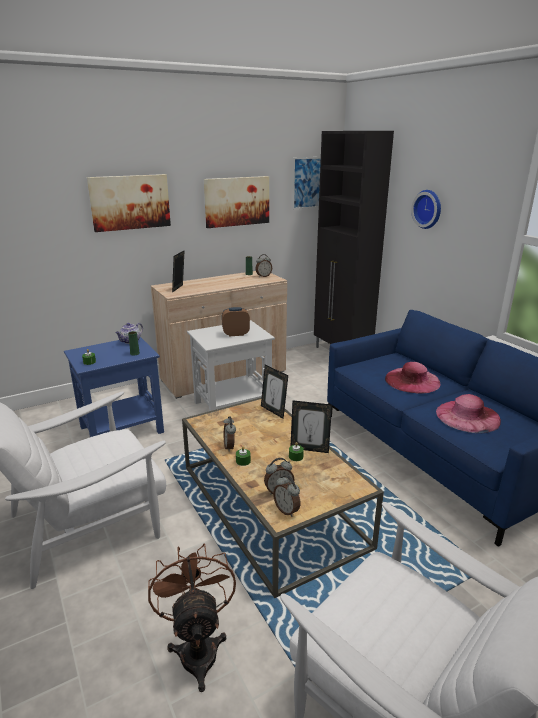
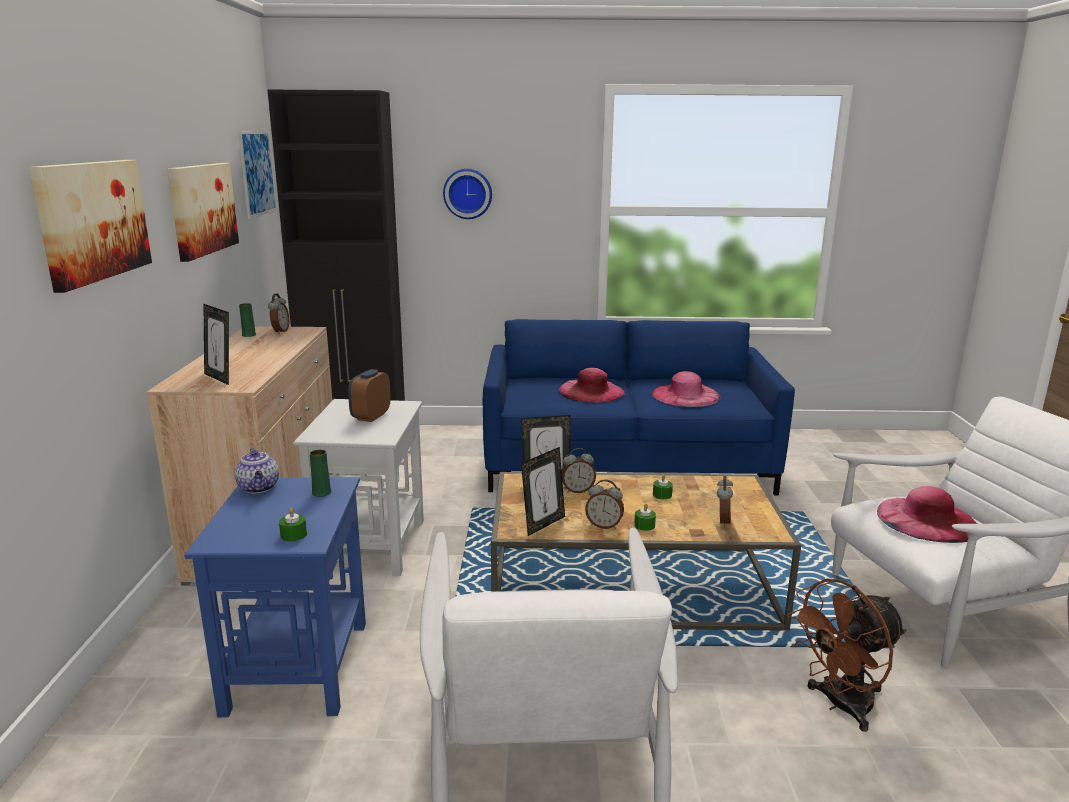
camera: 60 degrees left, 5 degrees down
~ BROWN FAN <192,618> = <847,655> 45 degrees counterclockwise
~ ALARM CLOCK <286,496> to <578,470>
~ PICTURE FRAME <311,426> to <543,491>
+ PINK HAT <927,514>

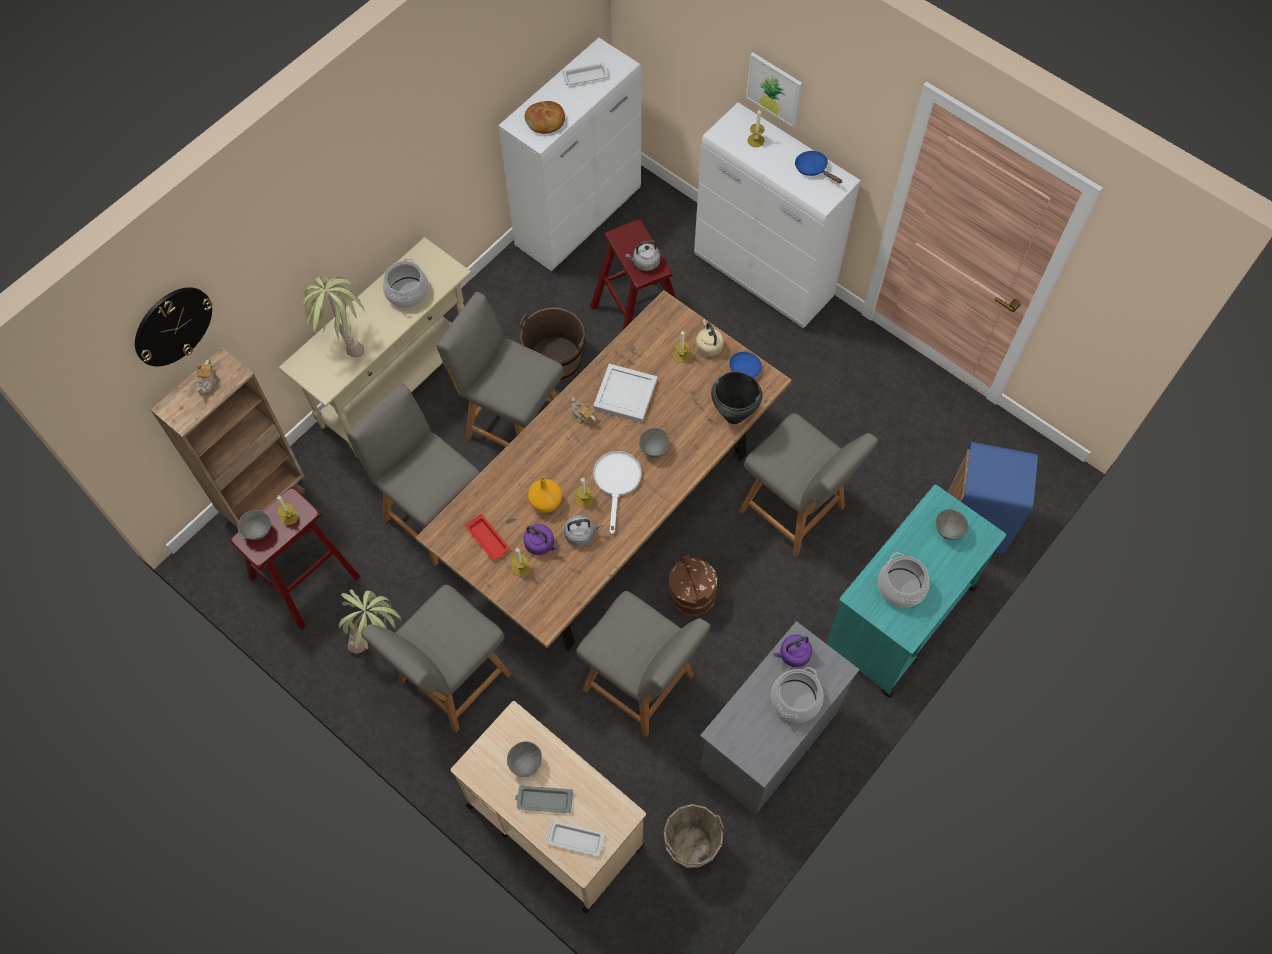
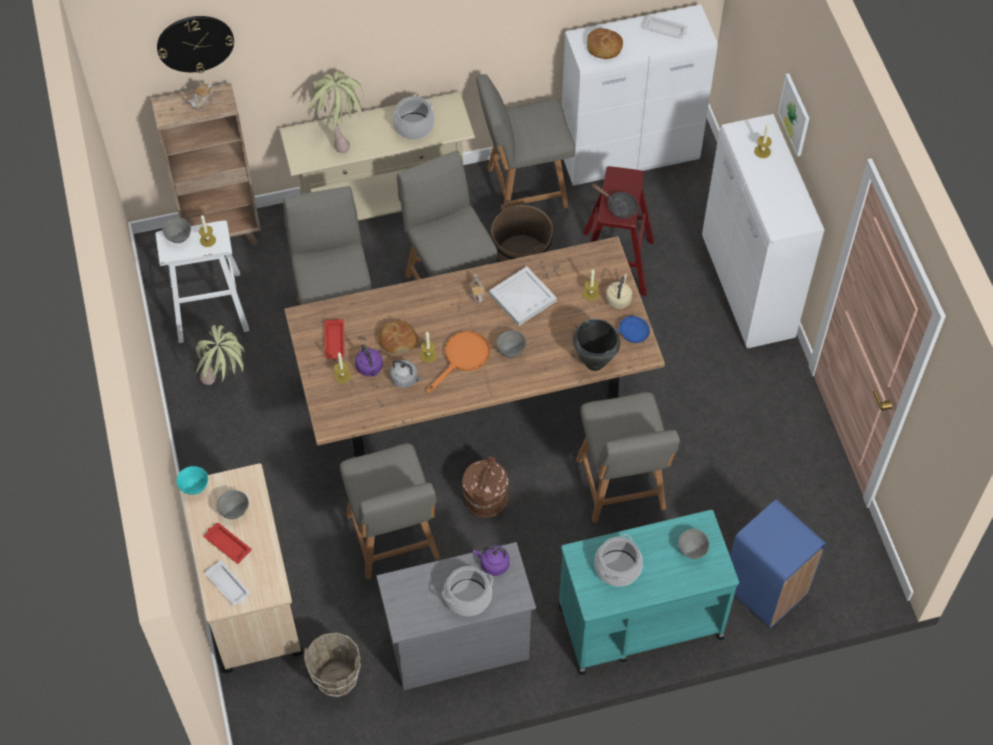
camera: 35 degrees right, 5 degrees down
~ RED STOOL <295,558> to WHITE STOOL <202,281>
~ GREY CHAIR <436,658> to <525,142>
~ GREY TRAY <544,799> to RED TRAY <227,543>
~ ORANGE VASE <545,495> to BREAD <398,337>
~ WHITE FRYING PAN <617,492> to ORANGE FRYING PAN <458,362>
~ GREY KETTLE <642,255> to BLACK FRYING PAN <614,201>
- BLUE FRYING PAN <818,167>
+ TURQUOISE BOWL <192,480>

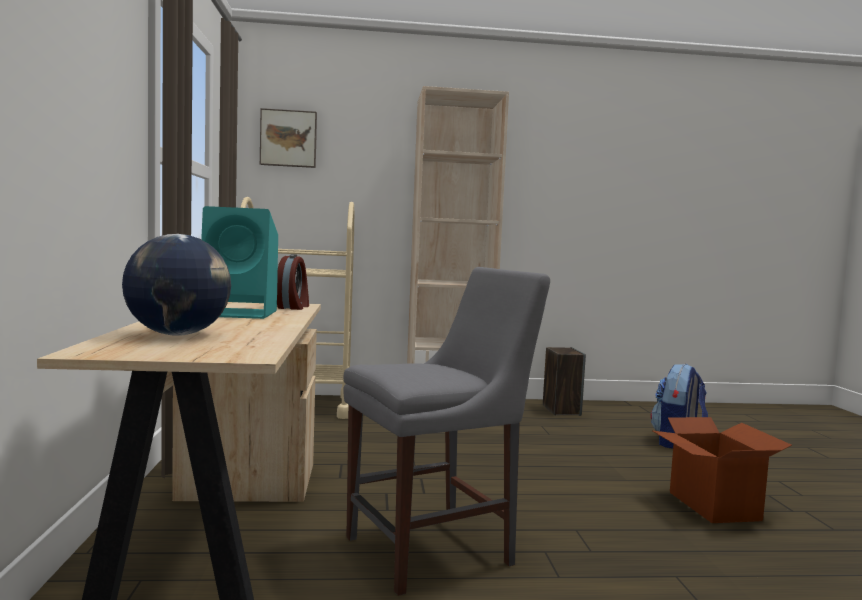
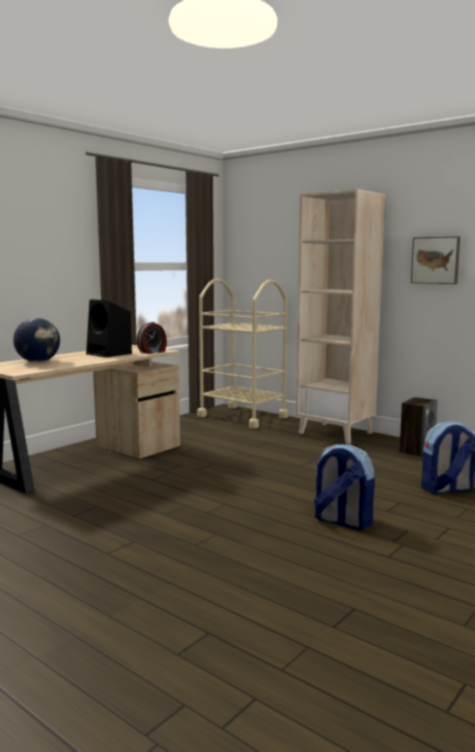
camera: 45 degrees right, 5 degrees up
~ TURQUOISE SPEAKER <239,262> to BLACK SPEAKER <109,328>
~ PICTURE <288,138> to <435,260>
- GREY CHAIR <446,431>
~ CARDBOARD BOX <722,470> to BACKPACK <344,487>

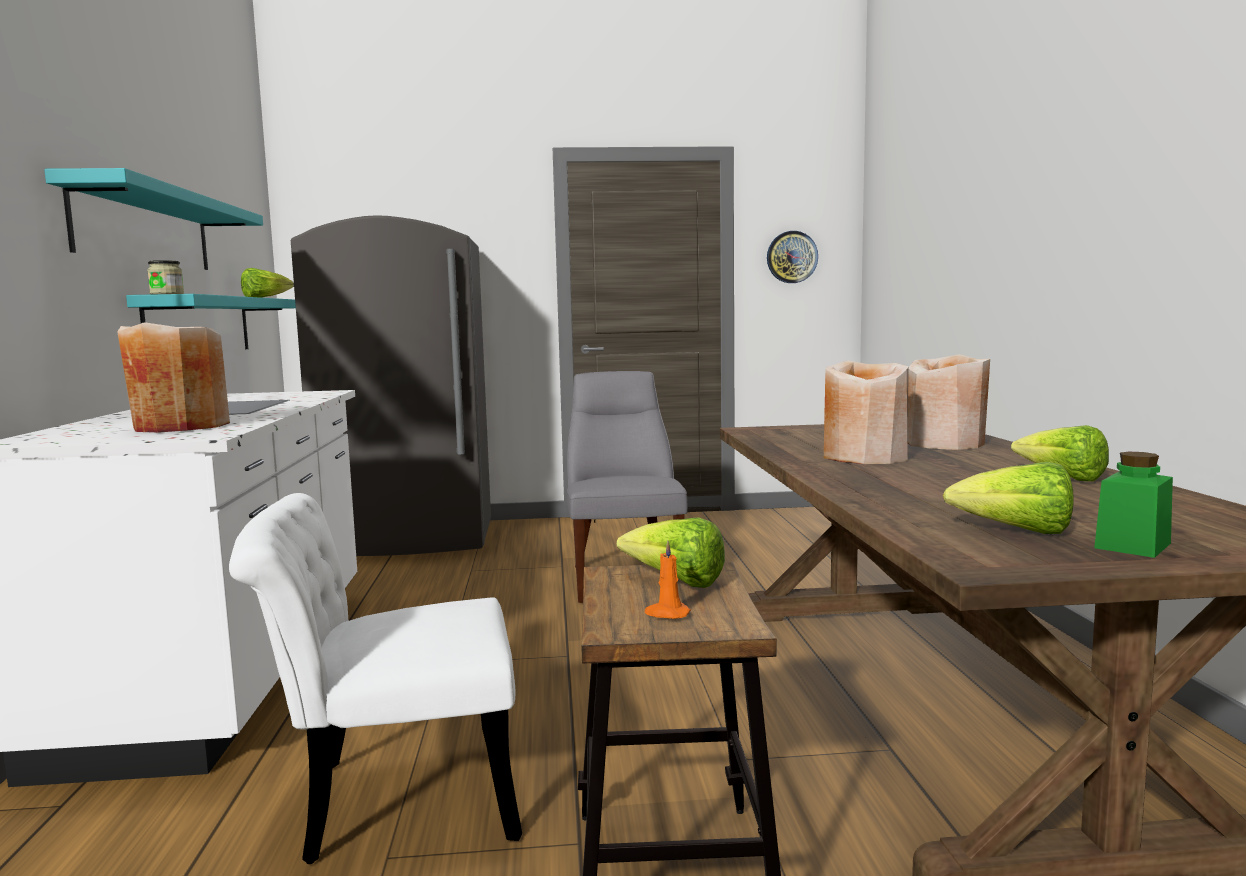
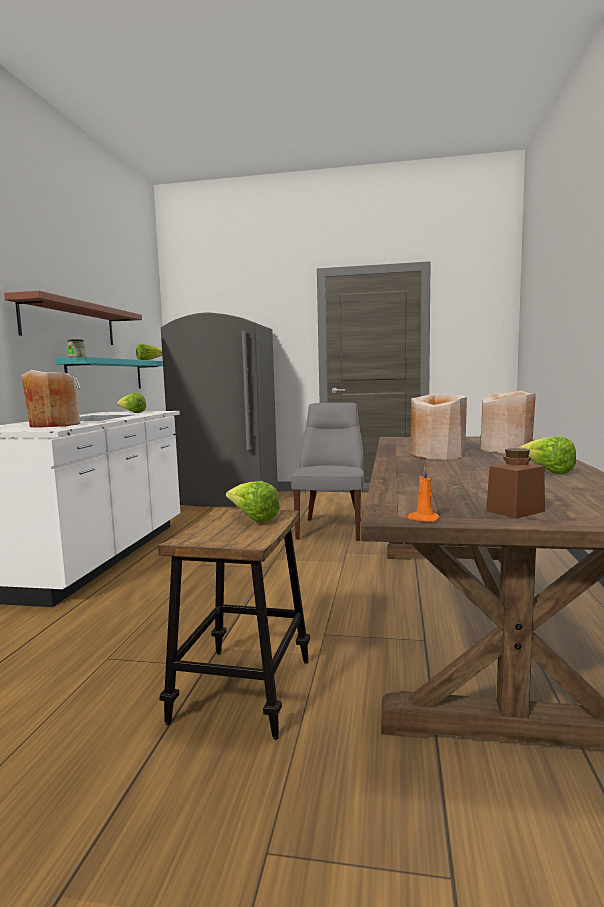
camera: 15 degrees right, 0 degrees up
~ TURQUOISE SHELF <153,219> to BROWN SHELF <73,318>
- WHITE CHAIR <375,678>
~ ORANGE CANDLE <668,579> to <423,494>
- WALL CLOCK <792,257>
~ LETTUCE <1008,498> to <131,402>
~ GREEN JAR <1133,505> to BROWN JAR <515,483>

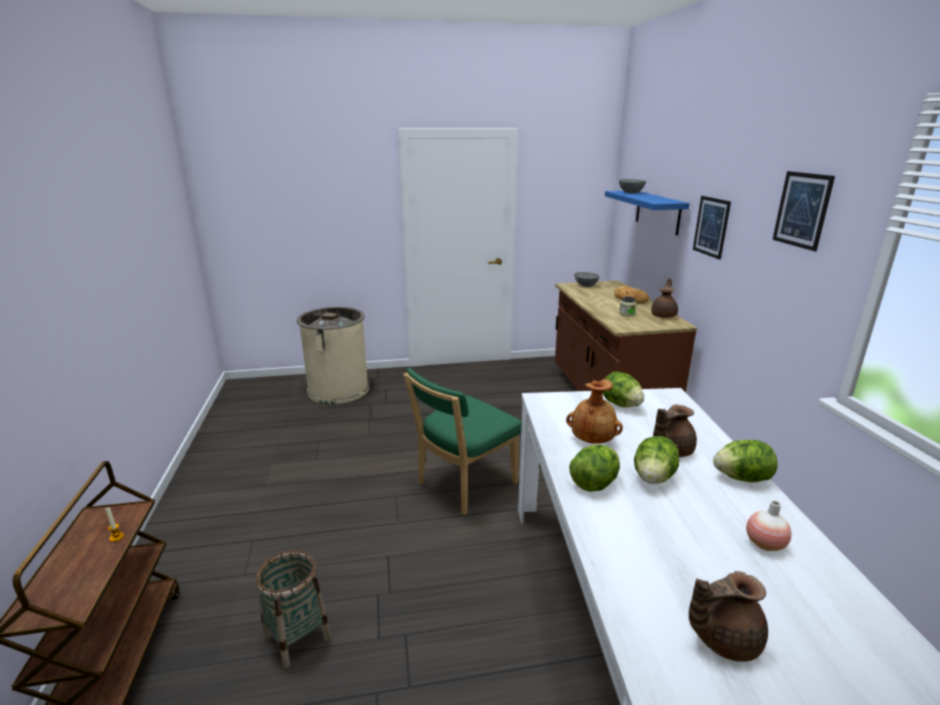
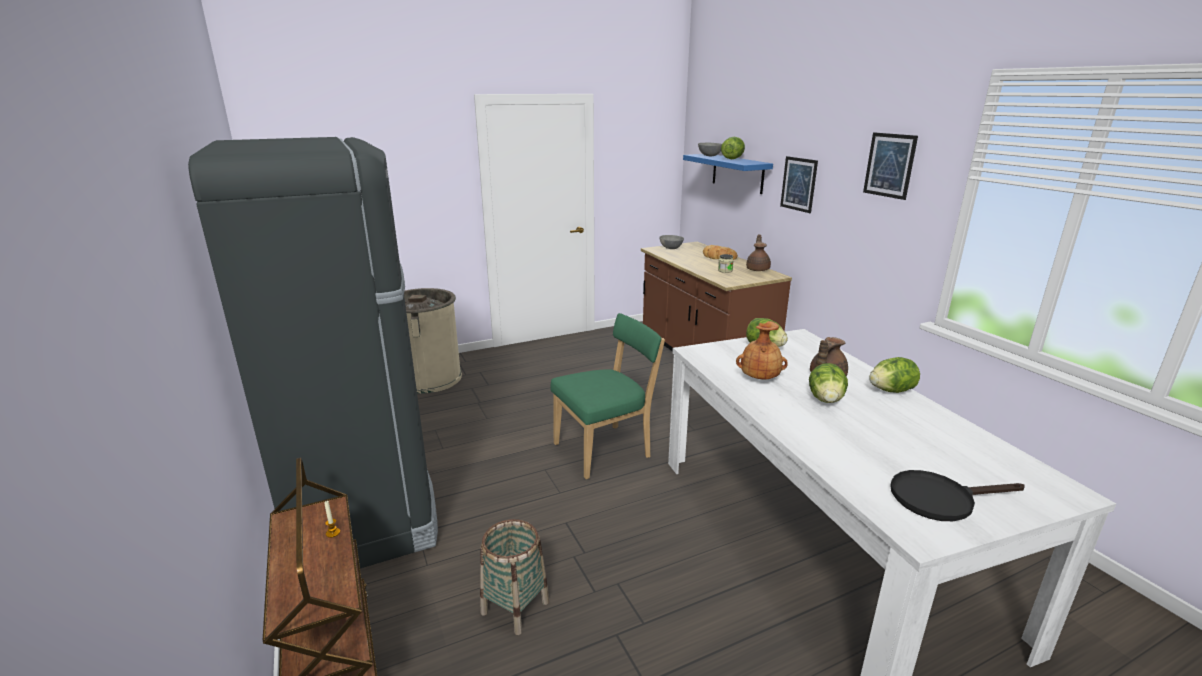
camera: 15 degrees left, 0 degrees up
~ GREEN CHAIR <463,441> = <607,396> 150 degrees counterclockwise
~ LETTUCE <594,468> to <733,148>
~ BROWN TEAPOT <728,616> to BLACK FRYING PAN <957,495>
- VASE <769,525>
+ BLACK FRIDGE <313,352>

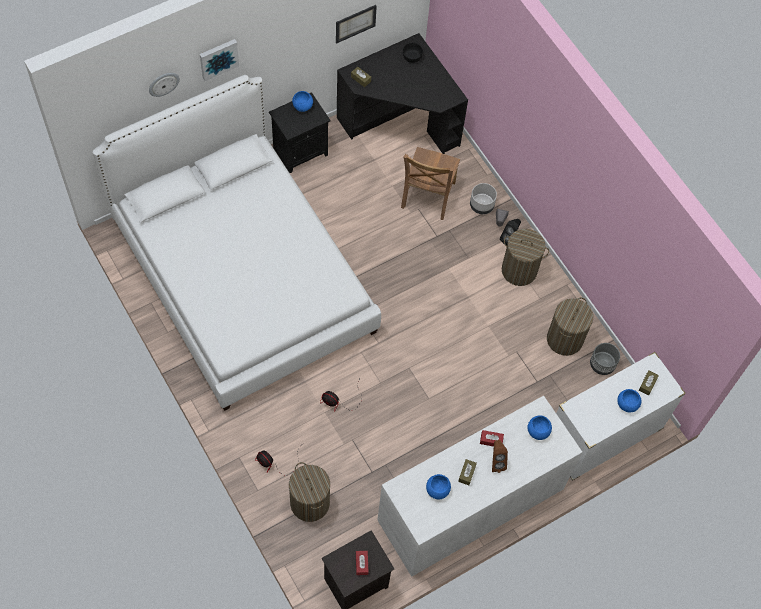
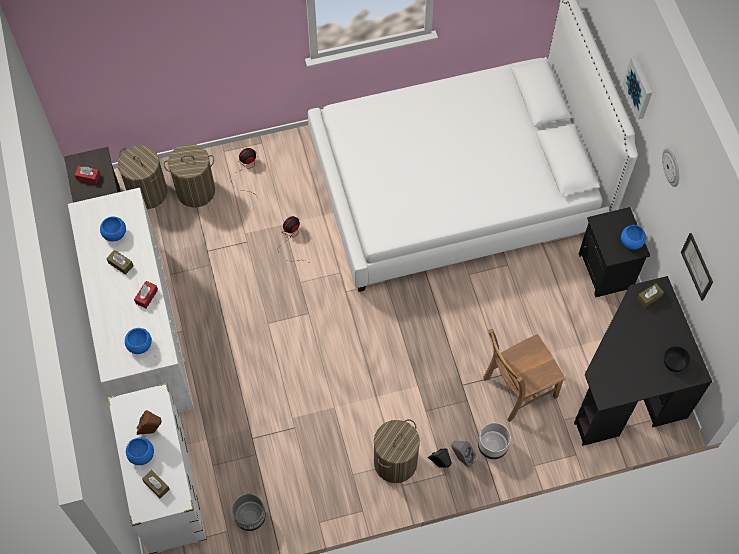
camera: 110 degrees right, 0 degrees up
~ WALL CLOCK <164,85> to <670,167>
~ BROWN CHAIR <430,183> = <524,375> 60 degrees counterclockwise
~ BROWN SPEAKER <500,456> to <149,422>
~ LAUNDRY BASKET <570,326> to <142,177>

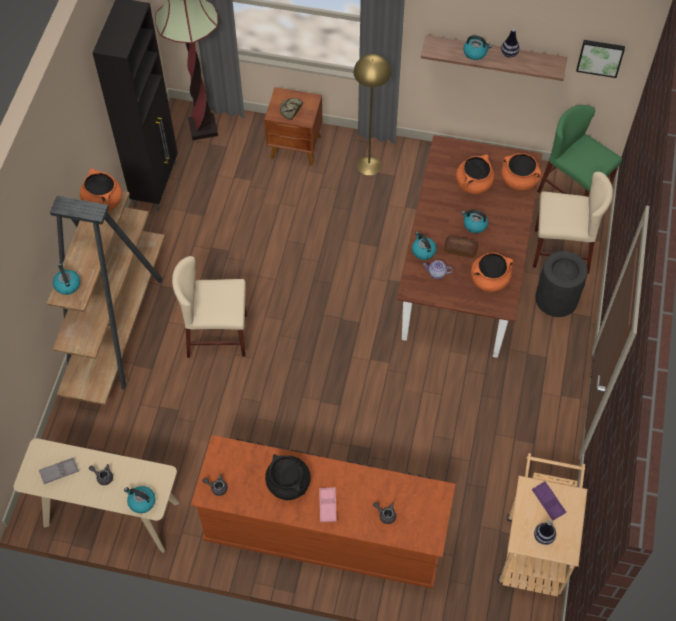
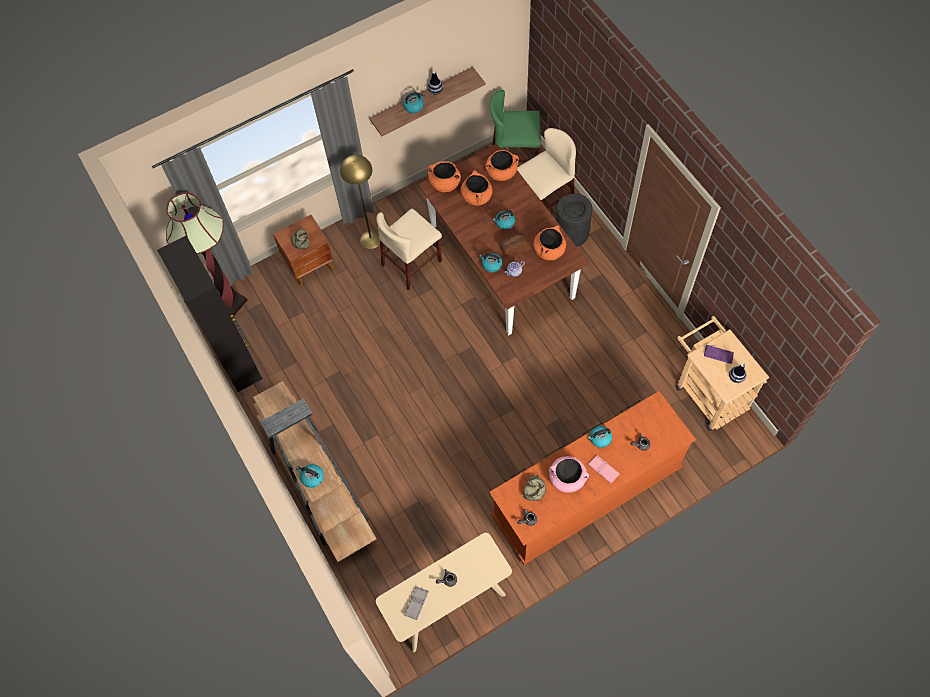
camera: 40 degrees left, 5 degrees up
~ ORANGE COOKING POT <101,189> to <444,176>
~ KETTLE <139,499> to <600,437>
~ BEIGE CHAIR <209,307> to <409,249>
~ BLACK COOKING POT <288,477> to PINK COOKING POT <569,474>
- PICTURE <600,59>
+ BREAD <534,488>

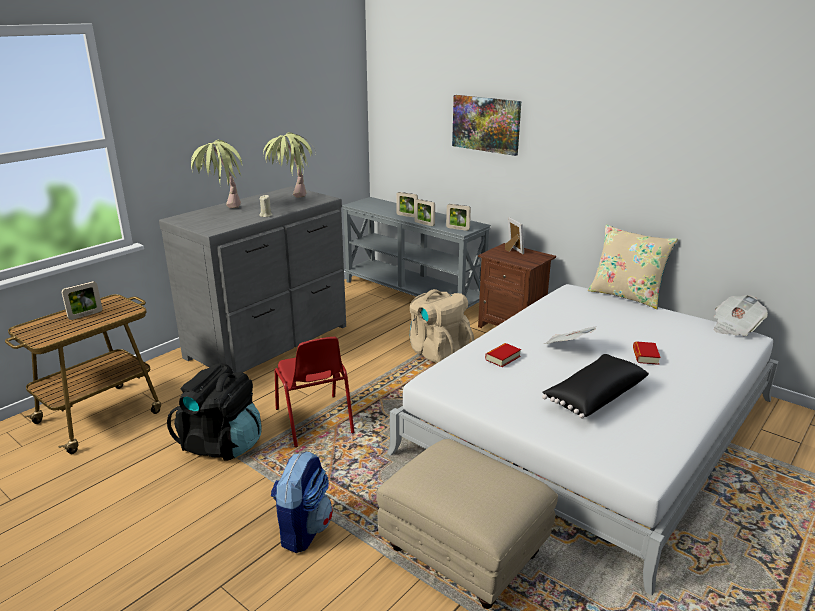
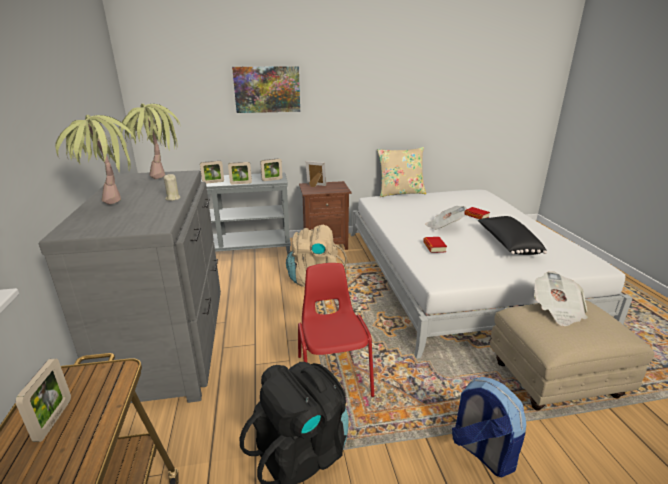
camera: 50 degrees left, 0 degrees up
~ RED CHAIR <314,392> = <336,330> 120 degrees counterclockwise
~ NEWSPAPER <741,315> to <561,298>

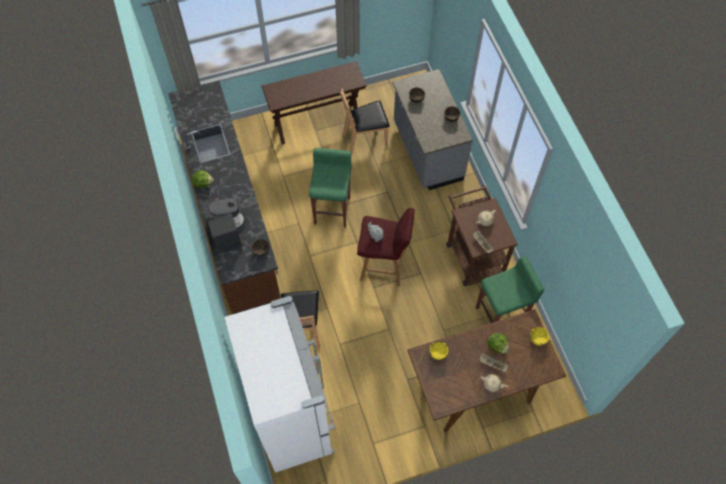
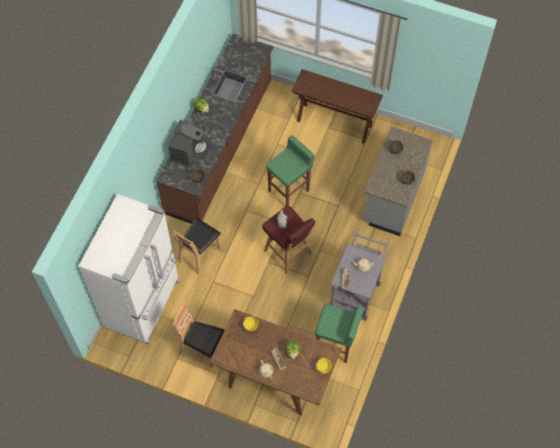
camera: 40 degrees right, 0 degrees up
~ BROWN CHAIR <365,121> to <199,336>
~ BROWN CART <482,235> to GREY CART <359,276>

